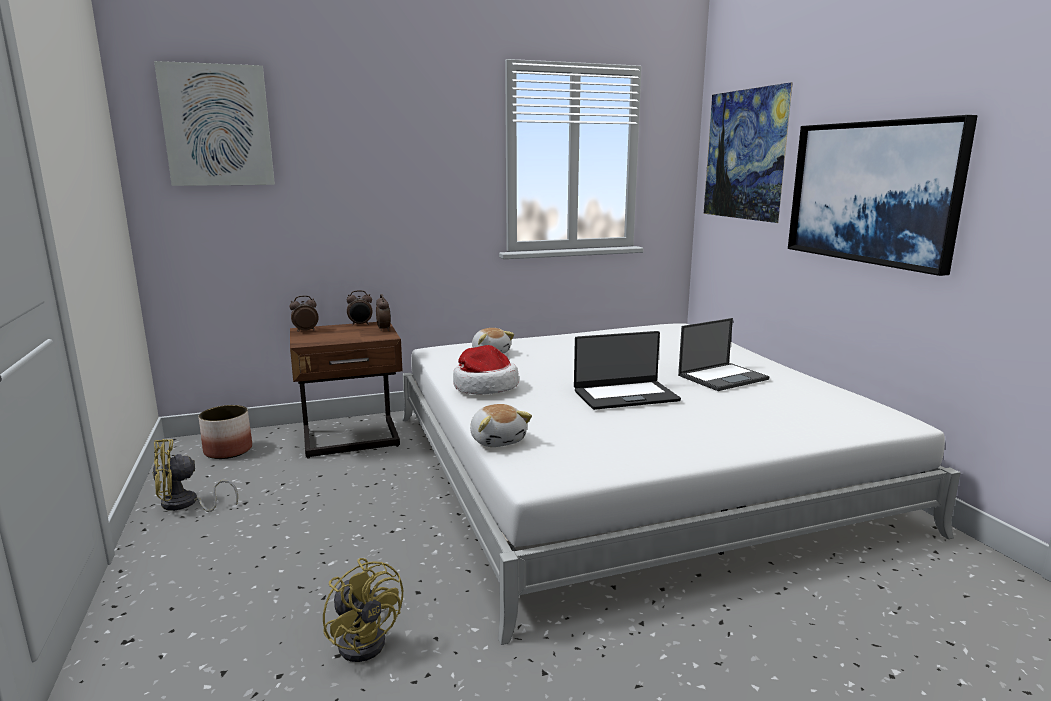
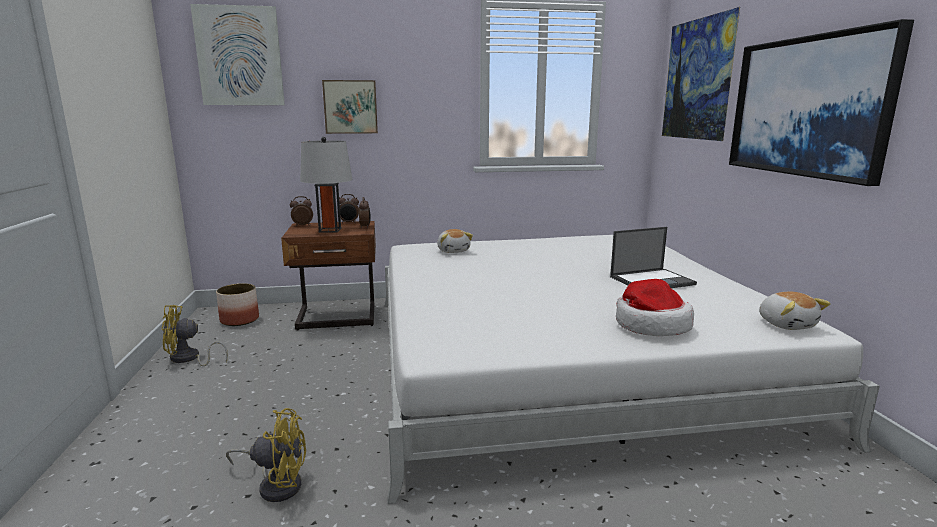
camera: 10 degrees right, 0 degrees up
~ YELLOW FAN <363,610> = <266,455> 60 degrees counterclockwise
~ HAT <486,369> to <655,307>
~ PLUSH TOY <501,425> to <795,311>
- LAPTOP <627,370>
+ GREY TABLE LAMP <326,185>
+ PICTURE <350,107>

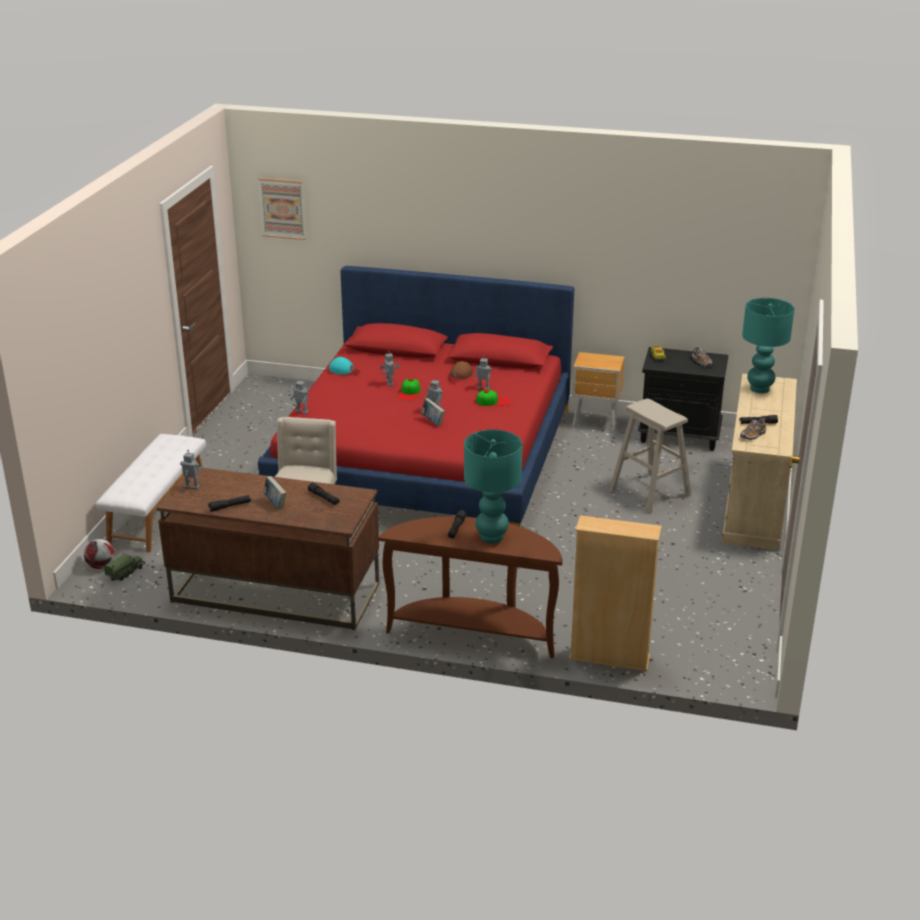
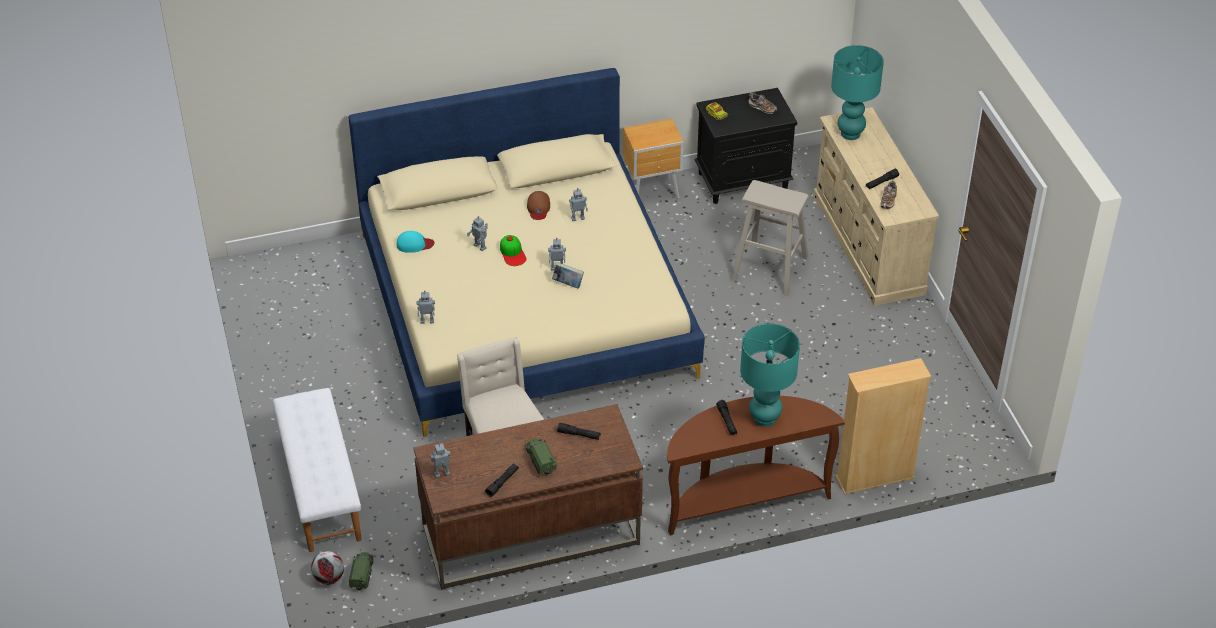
camera: 30 degrees left, 15 degrees up
- PICTURE <282,209>
~ RED BED <416,396> to BEIGE BED <526,252>
~ BOOK <275,492> to TOY TRUCK <541,457>
- CAP <493,397>

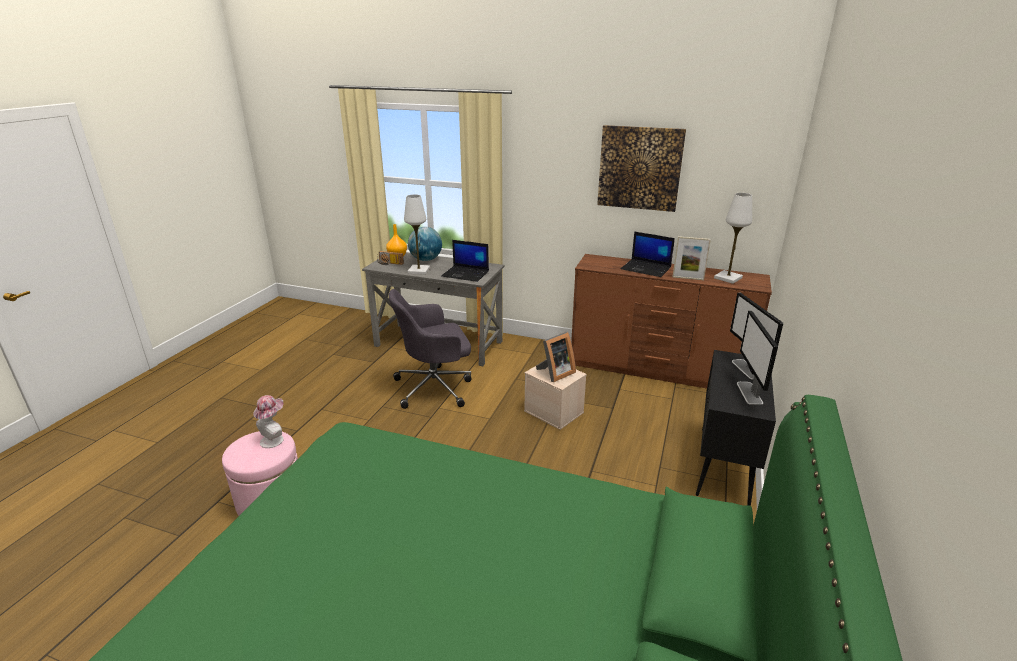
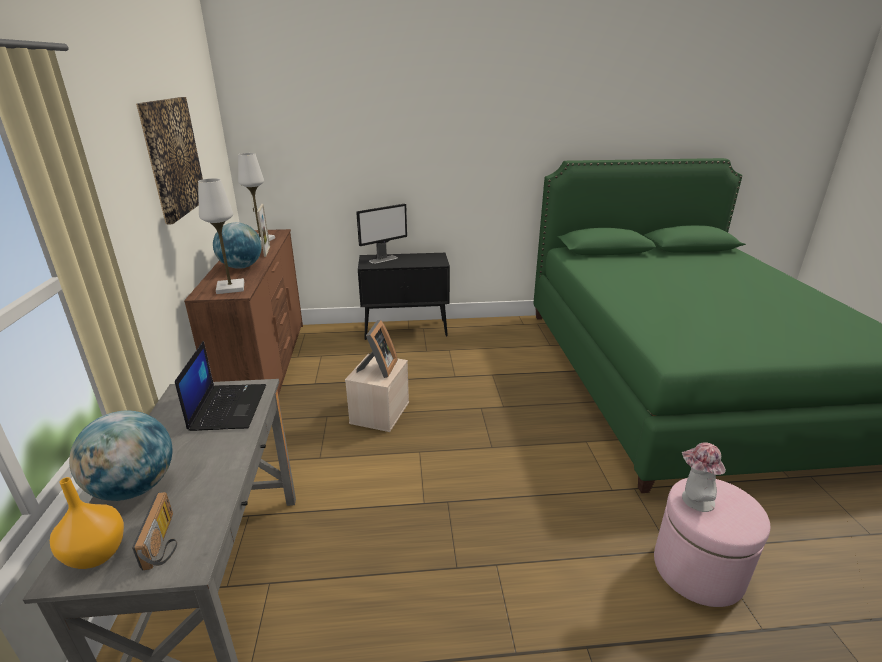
camera: 115 degrees left, 0 degrees up
- GREY OFFICE CHAIR <430,349>
~ WHITE TABLE LAMP <417,234> to <221,236>
~ PICTURE FRAME <556,357> = <377,349> 75 degrees clockwise
~ LAPTOP <648,254> to GLOBE <237,245>
- MONITOR <757,357>

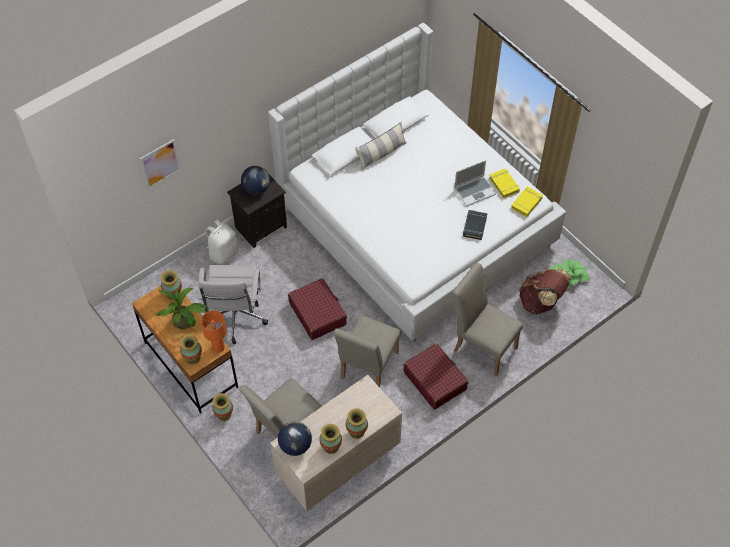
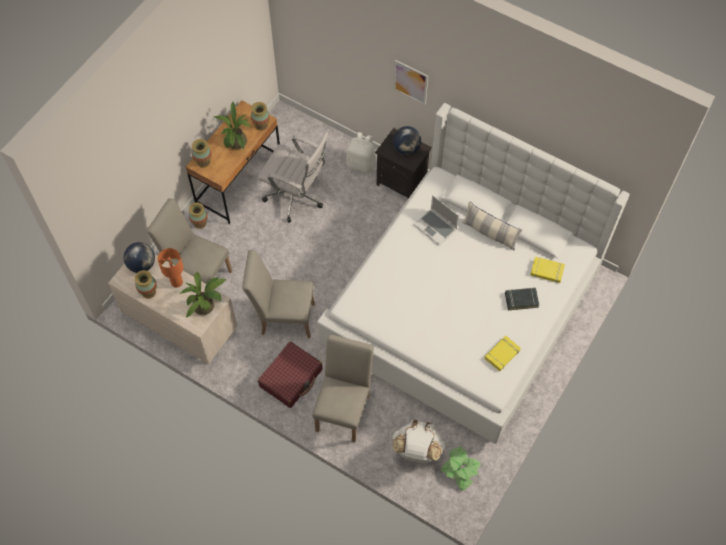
camera: 70 degrees right, 5 degrees up
~ PICTURE <160,164> to <410,82>
~ WHITE OFFICE CHAIR <232,304> = <293,177> 135 degrees counterclockwise
~ ORANGE TABLE LAMP <214,332> to <170,268>
- RED SUITCASE <317,309>
- VASE <357,423>
~ LAPTOP <475,183> to <436,220>
~ BLACK BOOK <475,225> to <522,299>
~ YELLOW BOOK <527,201> to <547,270>
~ BROWN BACKPACK <545,291> to WHITE BACKPACK <418,442>
+ POTTED PLANT <203,294>

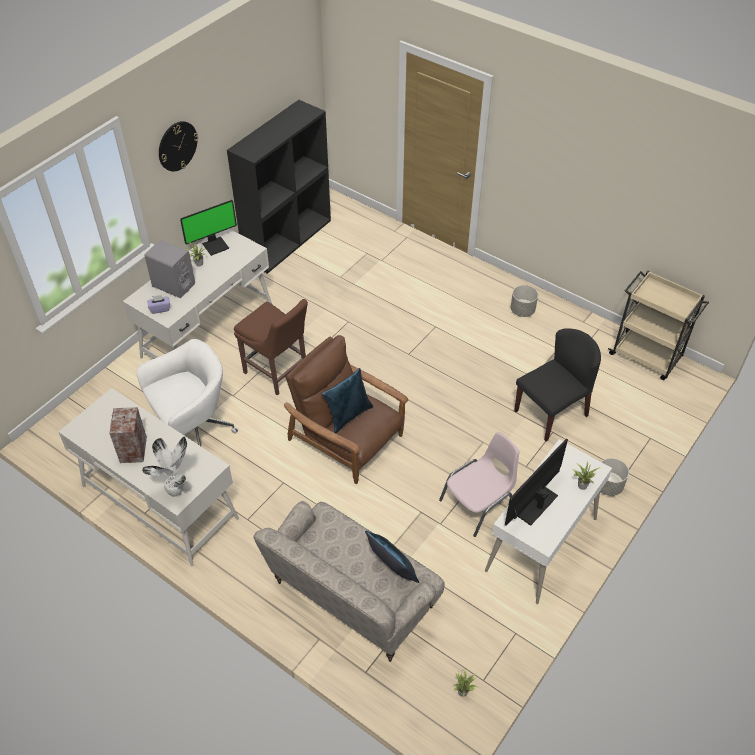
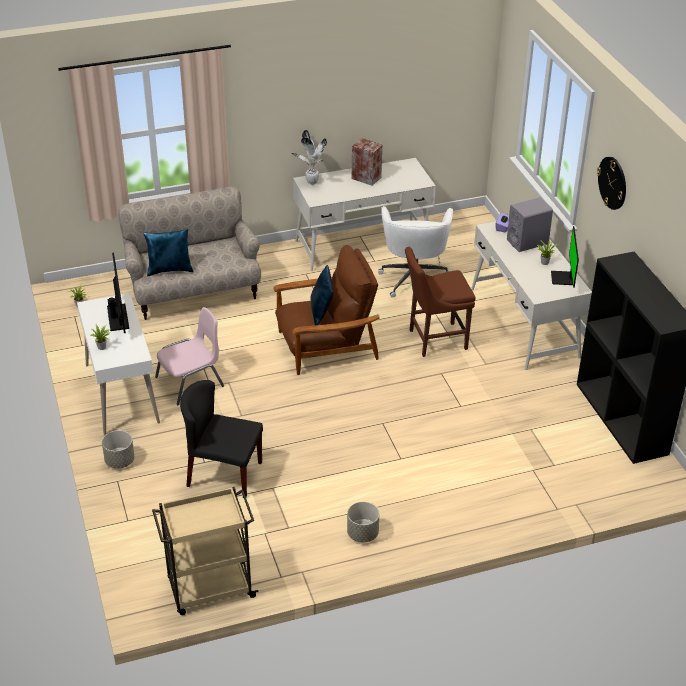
camera: 125 degrees right, 10 degrees down
~ PINK CHAIR <479,484> = <189,356> 120 degrees counterclockwise
~ BLACK CHAIR <557,385> = <221,438> 105 degrees clockwise

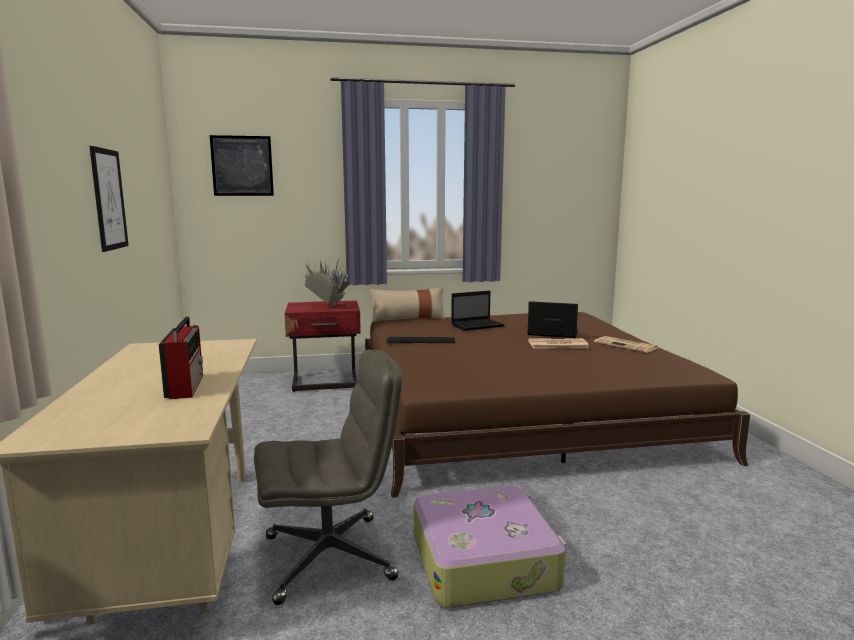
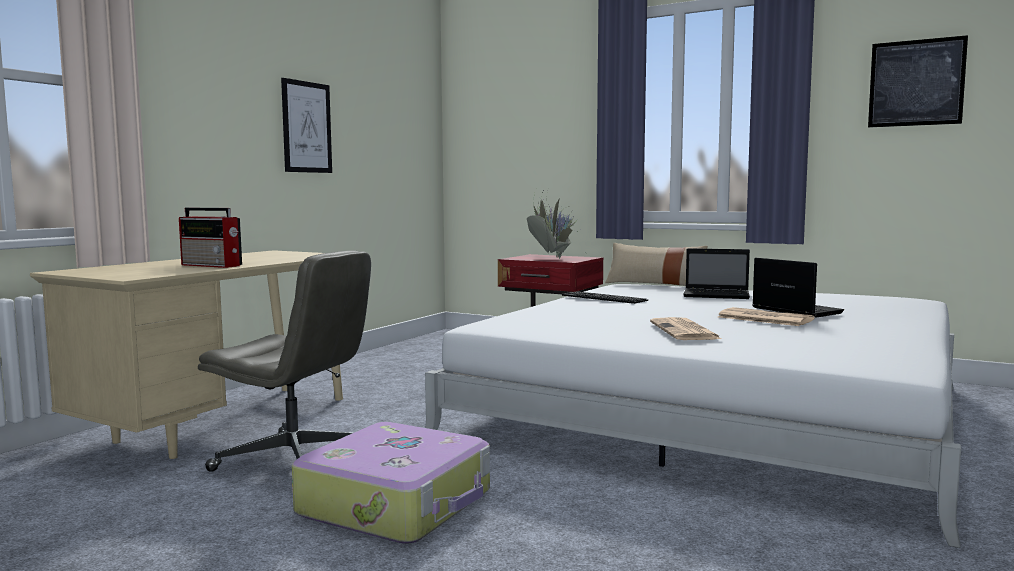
camera: 40 degrees right, 5 degrees down
~ RADIO <181,357> = <210,238> 90 degrees clockwise
~ PICTURE <242,165> to <918,81>
~ BROWN BED <557,405> to WHITE BED <693,416>
~ NEWSPAPER <626,344> to <686,328>

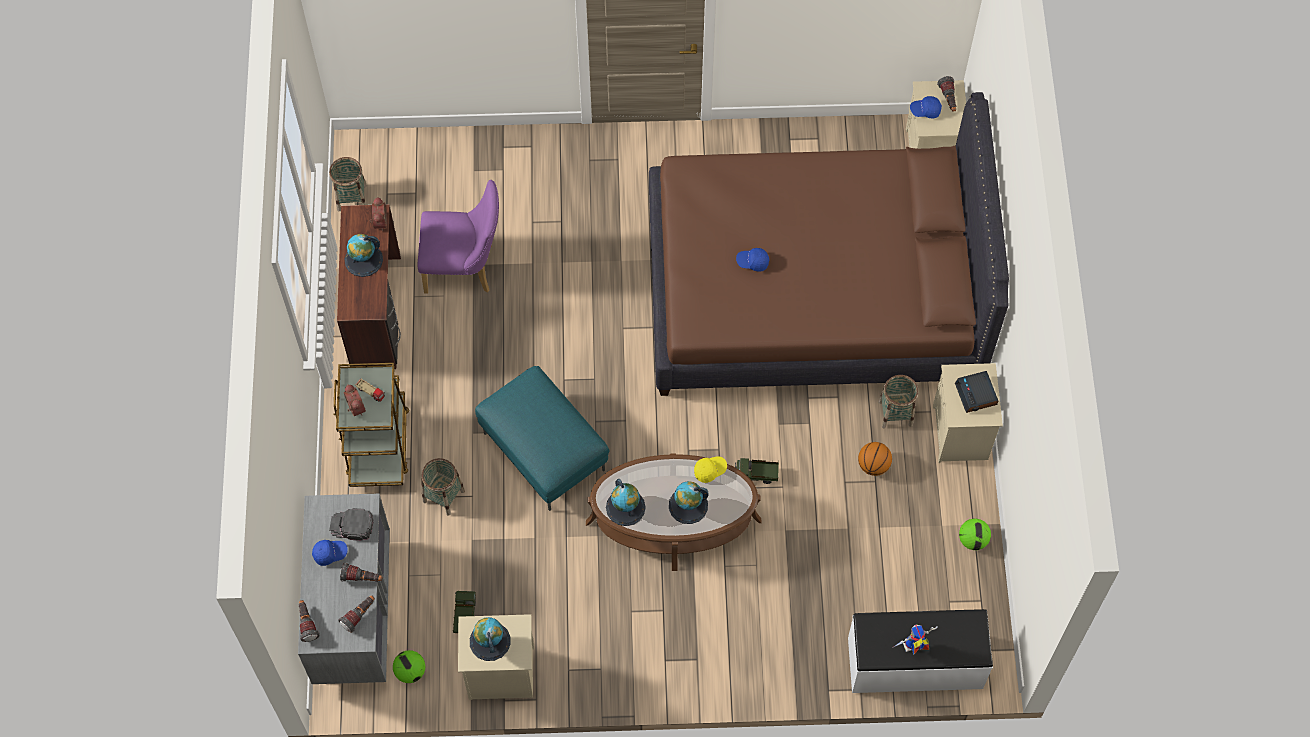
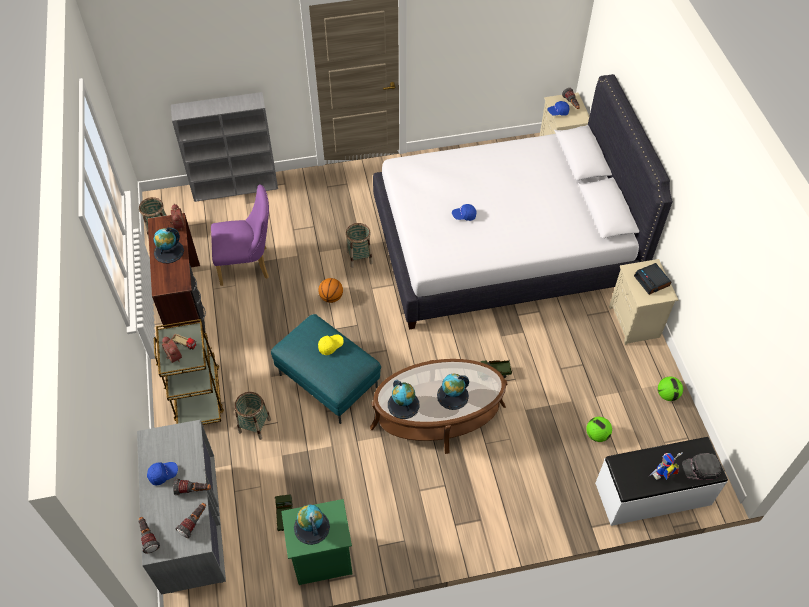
camera: 10 degrees left, 10 degrees down
~ BLACK CAP <351,524> to <701,466>
~ FOOTBALL <409,666> to <599,429>
~ BEIGE NIGHTSTAND <496,657> to GREEN NIGHTSTAND <316,542>
~ BROWN BED <829,244> to WHITE BED <523,201>
~ YELLOW CAP <710,469> to <331,345>
~ BASKETBALL <875,459> to <330,290>
~ BASKET <898,401> to <359,245>
+ GREY BOOKCASE <224,147>

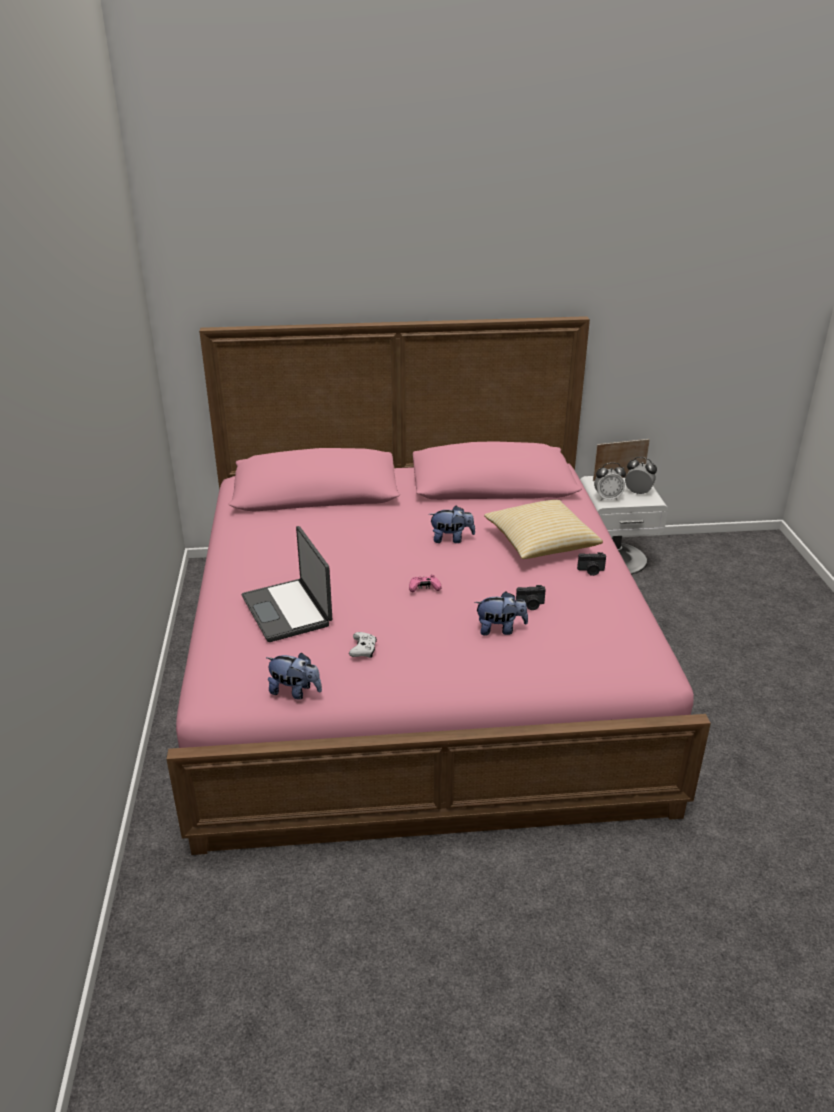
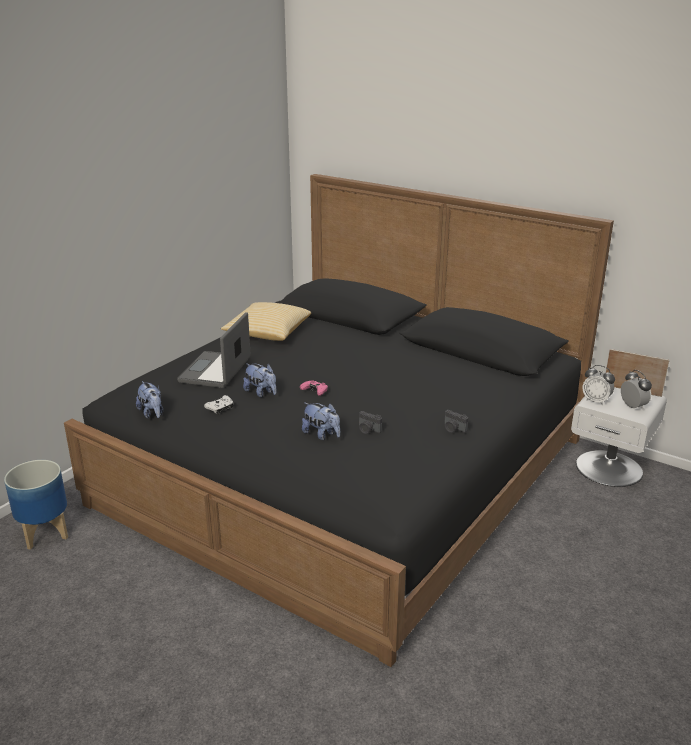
camera: 40 degrees right, 5 degrees down
~ PINK BED <439,585> to BLACK BED <339,420>
~ PLUSH TOY <452,524> to <259,380>
~ PILLOW <543,529> to <266,321>
+ PLANTER <36,505>

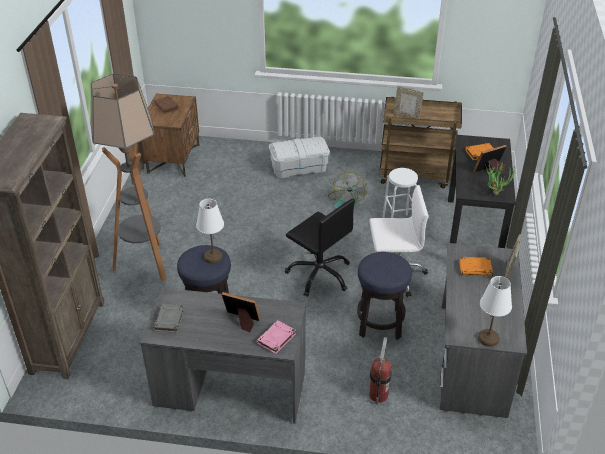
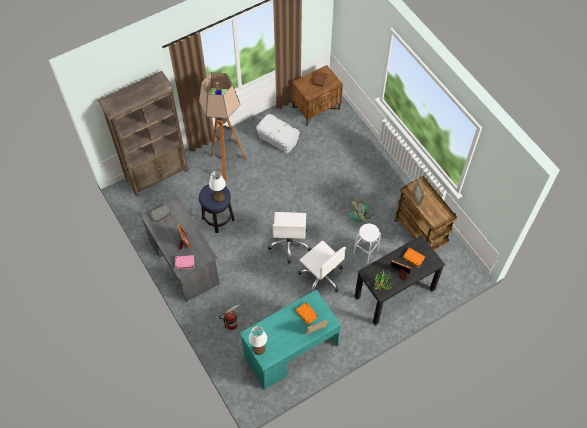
camera: 50 degrees right, 20 degrees up
~ WHITE STORAGE BOX <299,157> to <278,133>
~ BLACK OFFICE CHAIR <320,247> to WHITE OFFICE CHAIR <290,237>
- STOOL <384,296>
~ GREY DESK <483,330> to TURQUOISE DESK <290,339>

